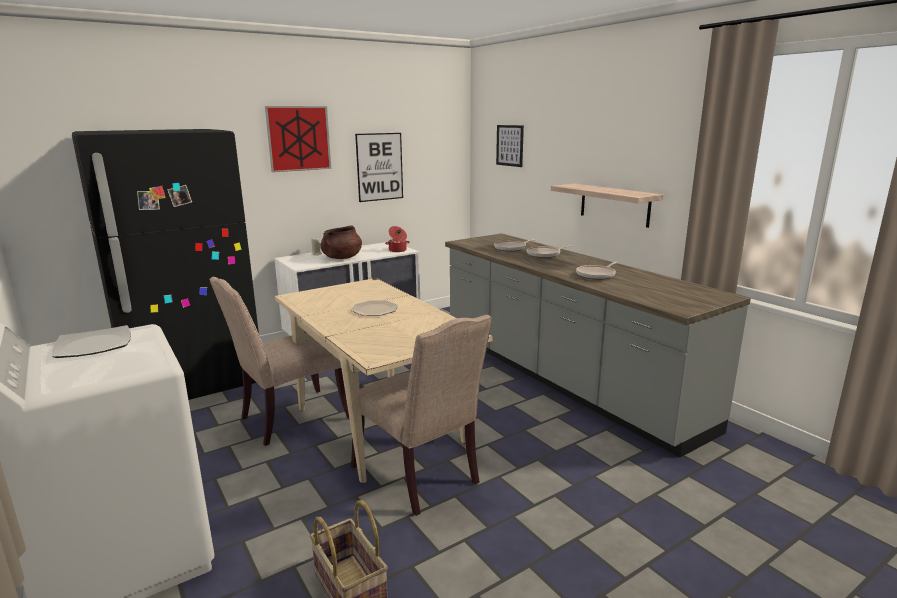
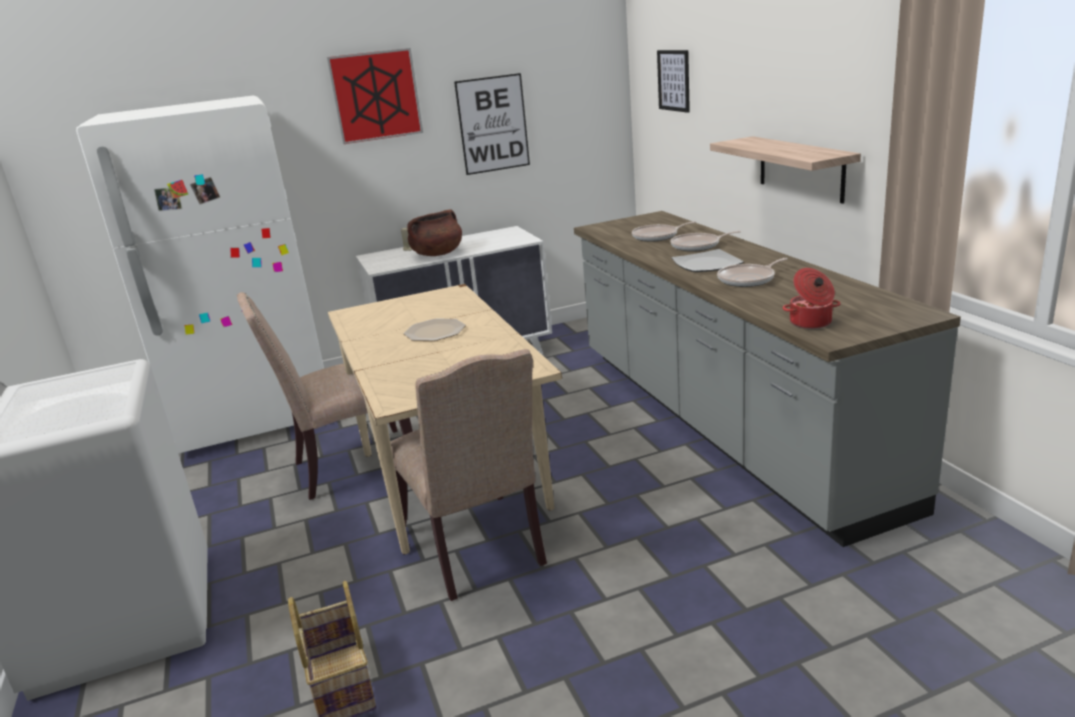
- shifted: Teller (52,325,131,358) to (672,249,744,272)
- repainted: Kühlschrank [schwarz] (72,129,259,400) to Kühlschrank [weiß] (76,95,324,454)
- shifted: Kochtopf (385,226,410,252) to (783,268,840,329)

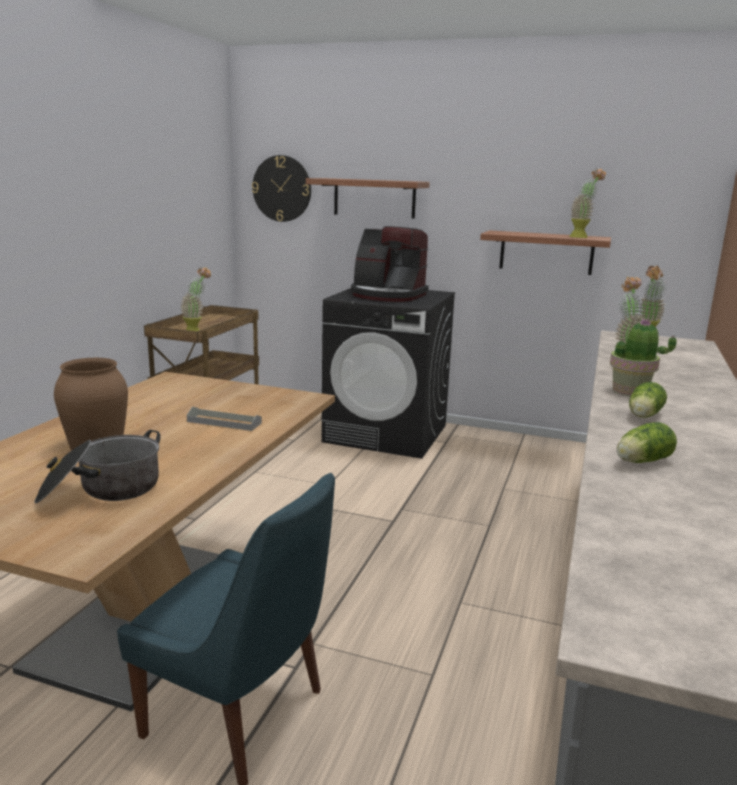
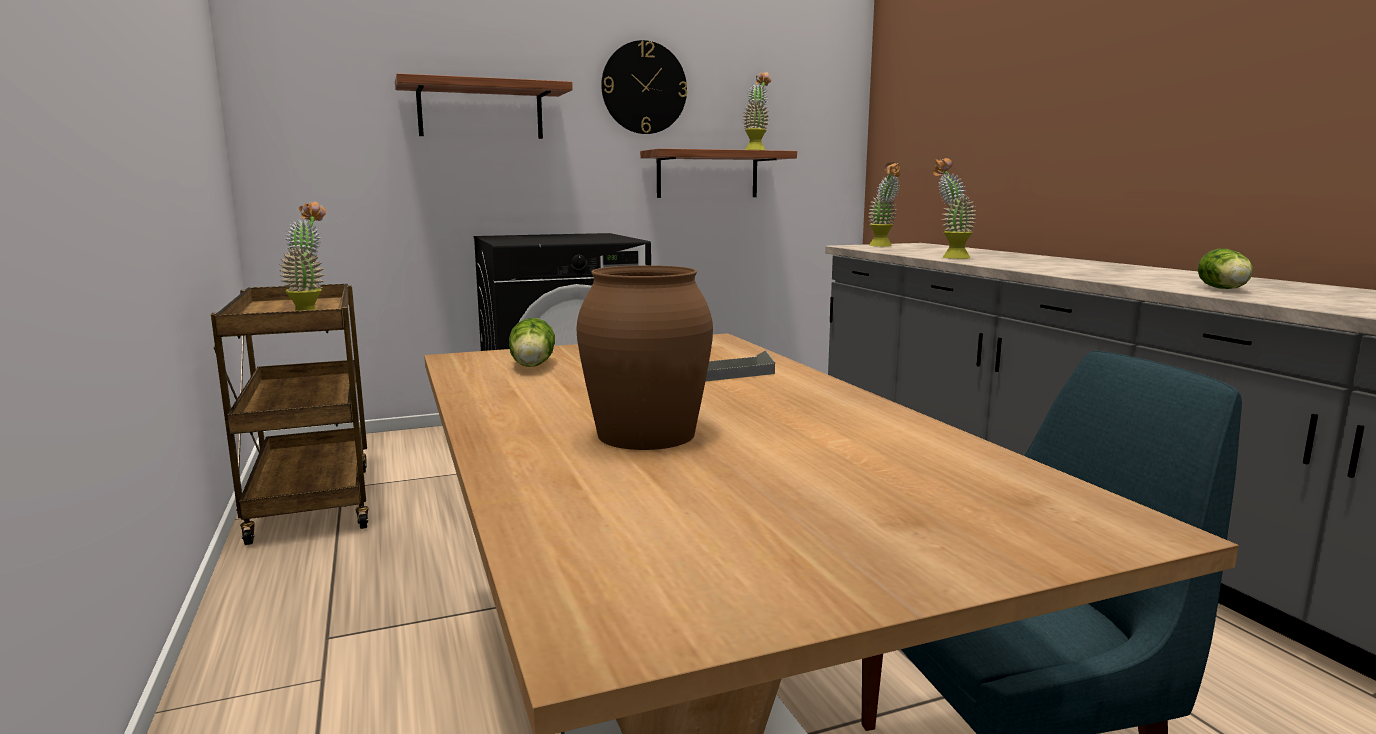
- gone: Kochtopf (34,430,160,503)
- shifted: Wanduhr (252,155,311,222) to (601,40,687,134)
- gone: Kaffeemaschine (351,226,429,302)
- gone: Topfpflanze (610,318,676,396)
- shifted: Salatkopf (629,382,667,418) to (509,318,555,367)

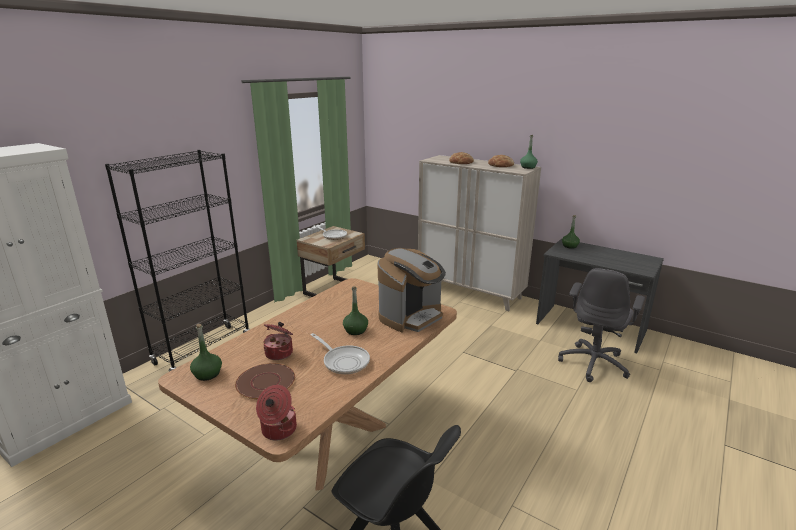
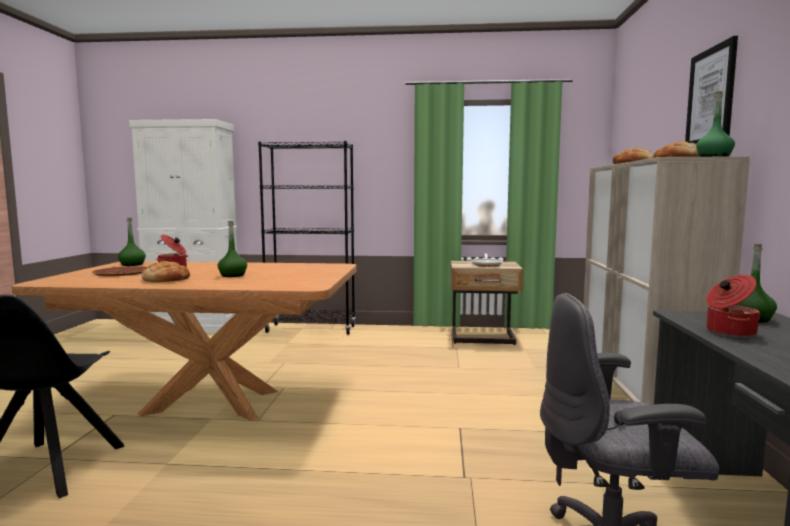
- shifted: Kochtopf (256,385,297,441) to (706,275,760,337)
- swapped: Pfanne (311,333,370,374) to Brot (141,261,190,282)
- gone: Kaffeemaschine (378,248,446,333)
- new: Bild (685,36,738,144)

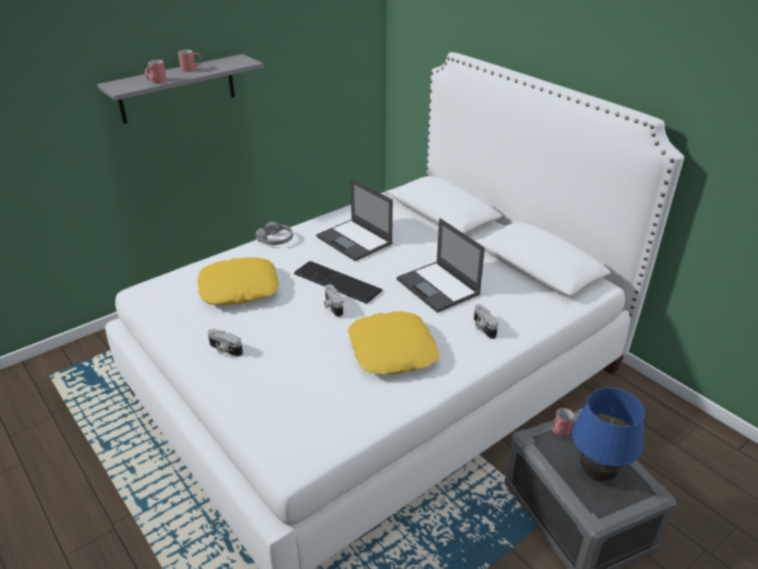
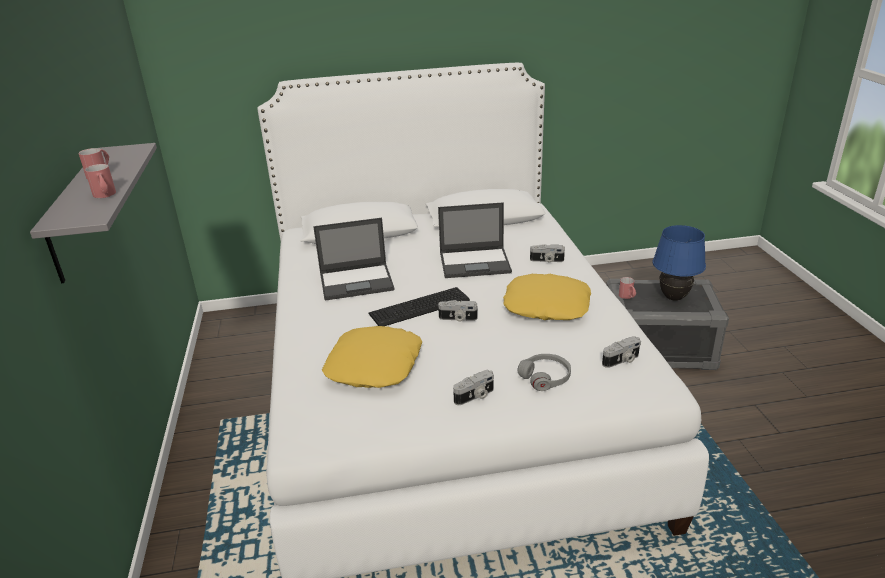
- shifted: Kopfhörer [grau] (255,222,293,245) to (517,354,571,391)
- new: Kamera (602,336,641,368)

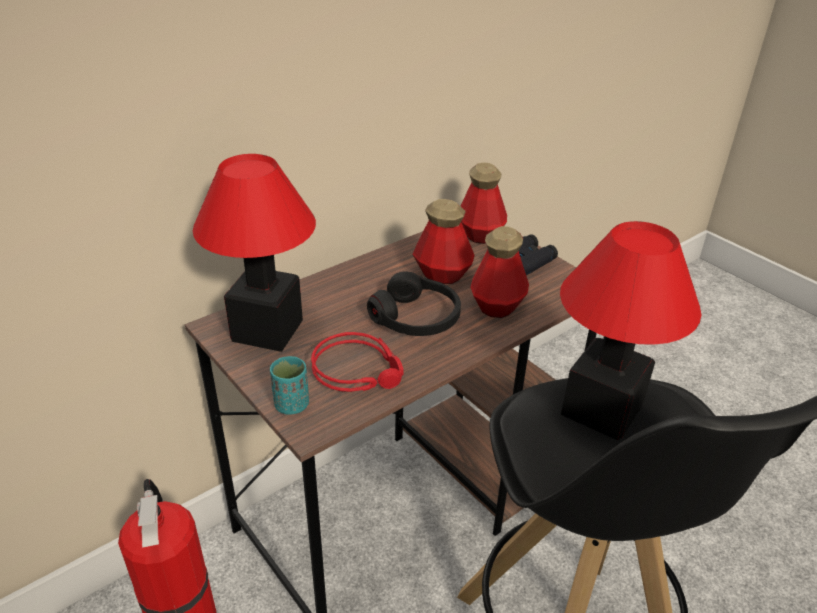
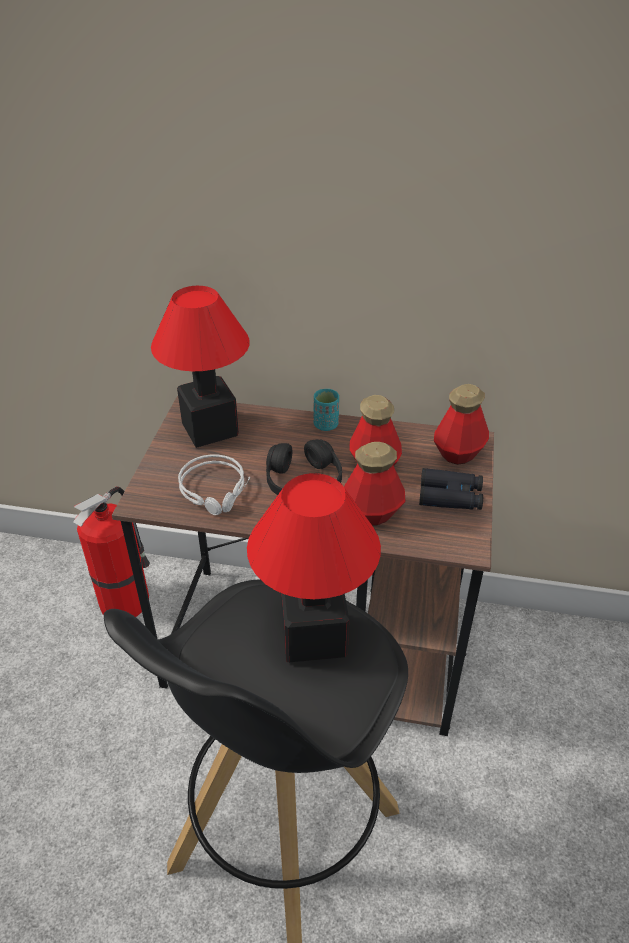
- shifted: Tasse [türkis] (270,356,309,415) to (314,389,339,431)
- repainted: Kopfhörer [rot] (311,332,404,392) to Kopfhörer [grau] (178,454,250,515)

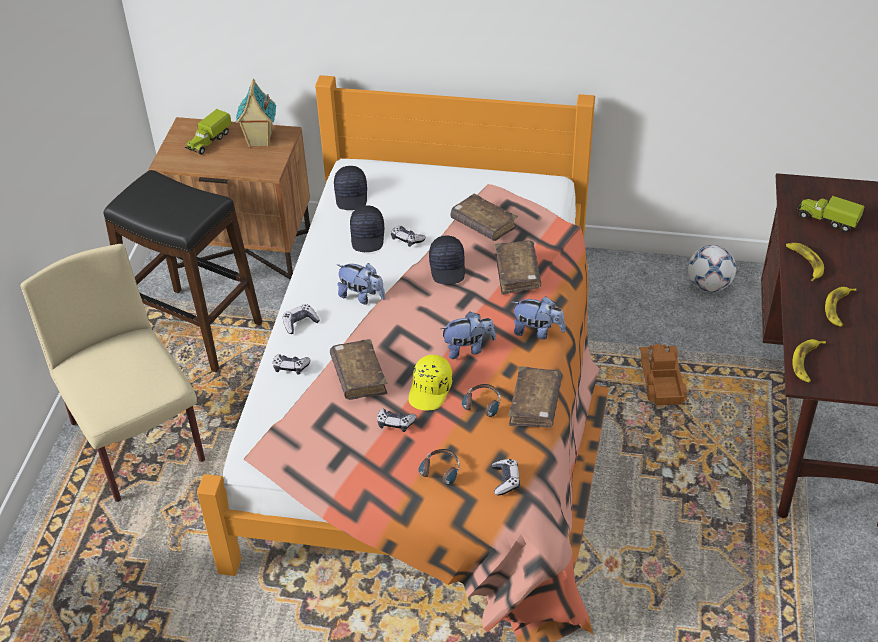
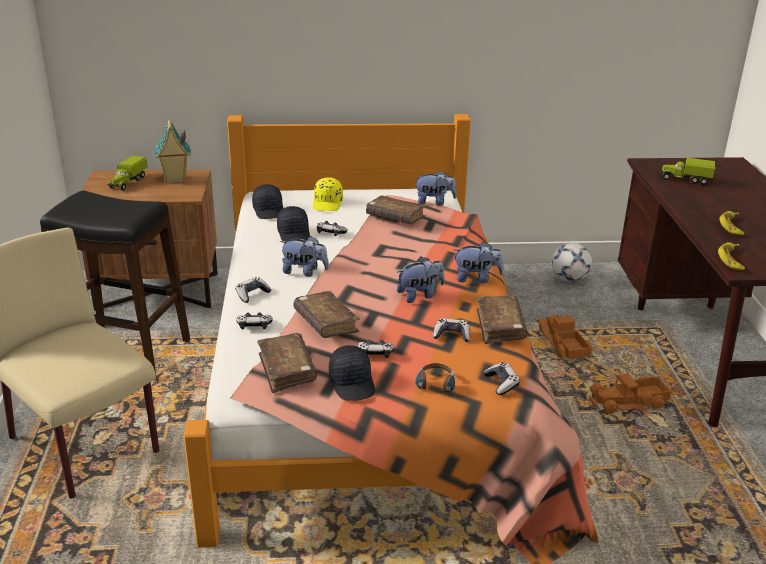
- shifted: Kappe [gelb] (409,354,453,411) to (313,177,343,211)
- shifted: Kappe [schwarz] (429,236,465,285) to (329,345,375,401)
- swapped: Kopfhörer (462,384,500,417) to Gamepad (433,318,470,342)
- shifted: Buch [braun] (495,240,541,295) to (257,333,317,393)
- gone: Banane (786,243,824,281)
- new: Plüschtier (414,170,457,206)
- new: Spielzeuglaster (589,373,672,414)

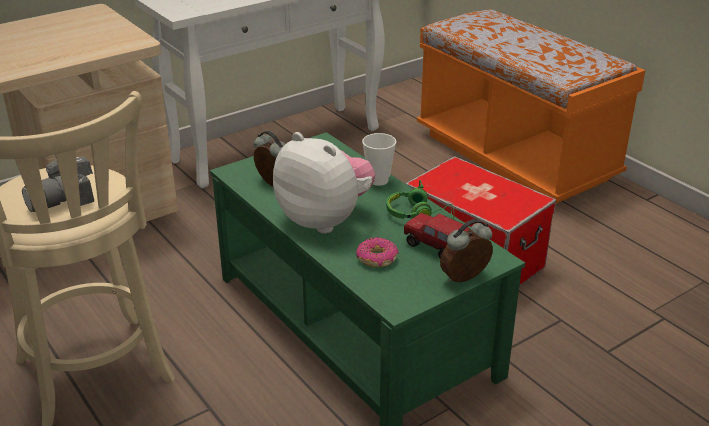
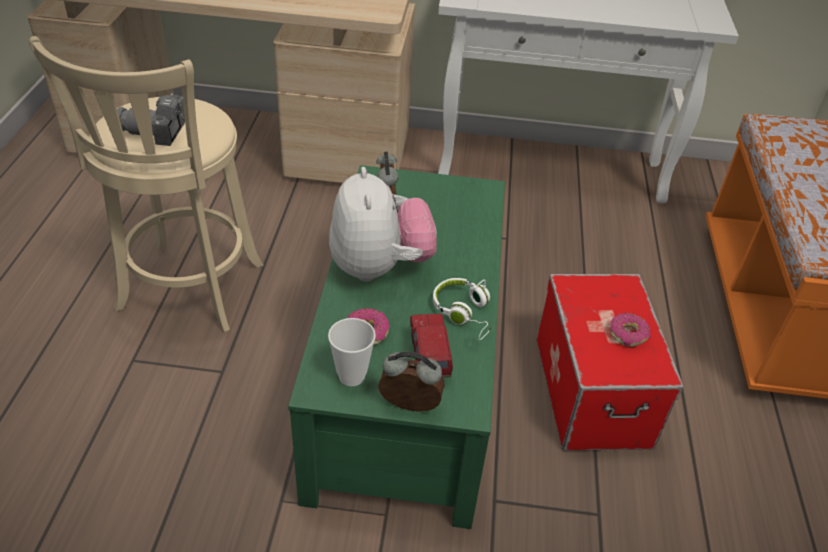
- shifted: Tasse (362,133,396,186) to (328,318,376,386)
- repainted: Kopfhörer [grün] (386,180,454,219) to Kopfhörer [weiß] (433,278,493,340)
- new: Donut (609,313,651,347)

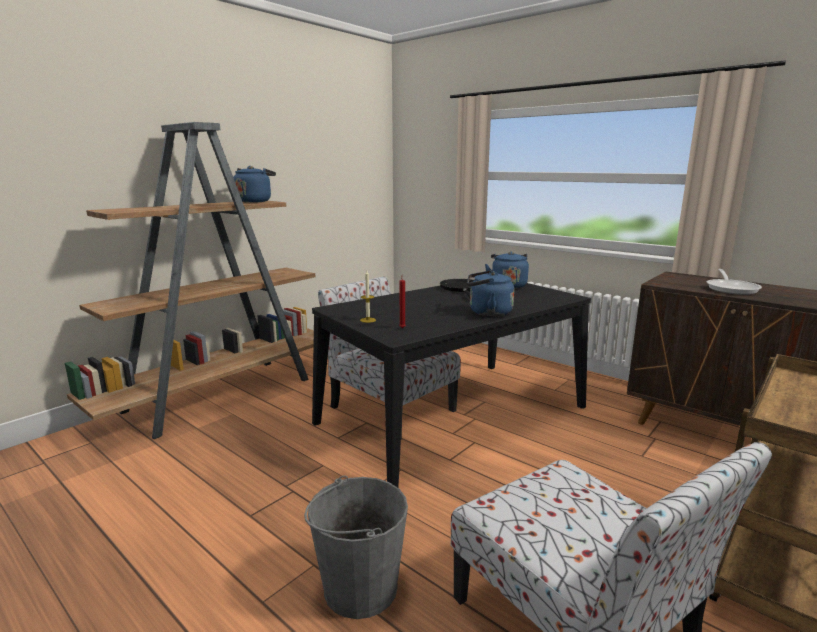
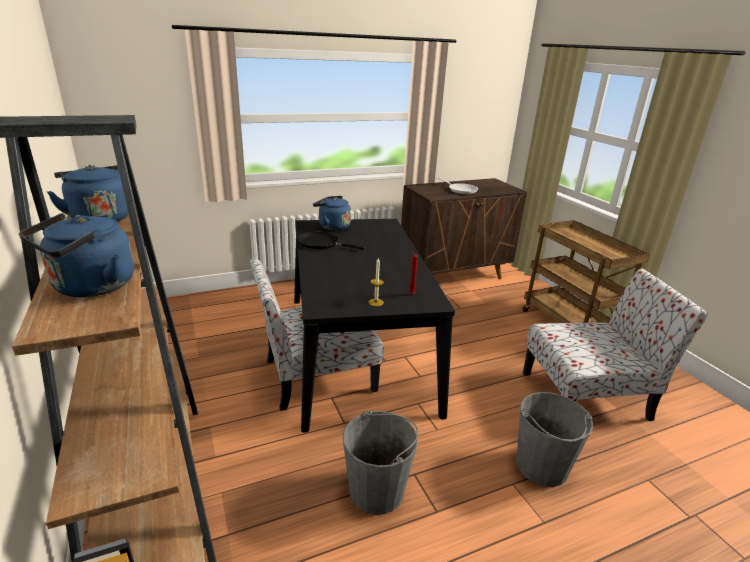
- shifted: Wasserkessel [blau] (467,270,514,317) to (19,213,134,297)
- new: Eimer [grau] (343,410,419,515)

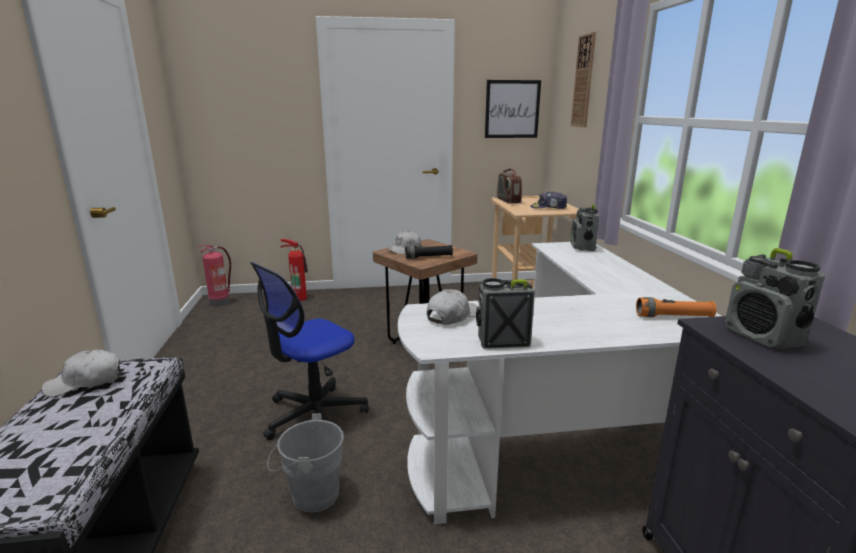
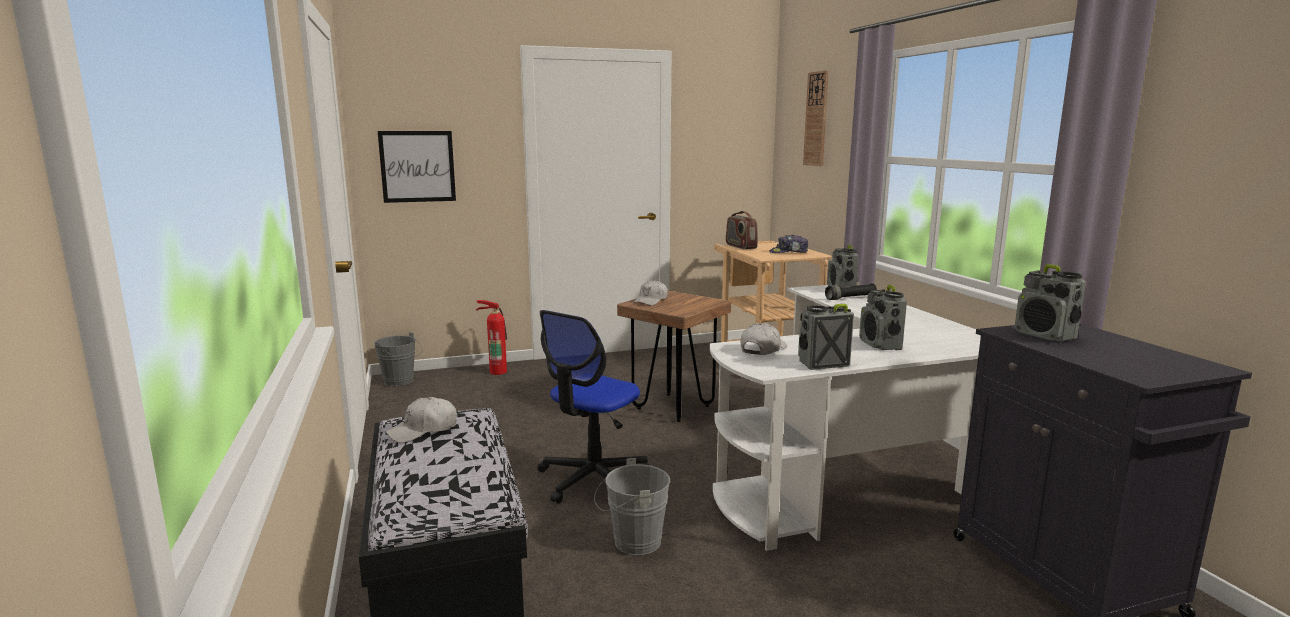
- swapped: Feuerlöscher (199,245,231,307) to Eimer [grau] (374,332,422,386)
- shifted: Taschenlampe [schwarz] (405,245,453,259) to (825,283,877,300)
- shifted: Bild (485,80,541,138) to (378,131,456,203)
- gone: Taschenlampe [orange] (636,297,716,317)
- new: Radio (859,285,907,350)

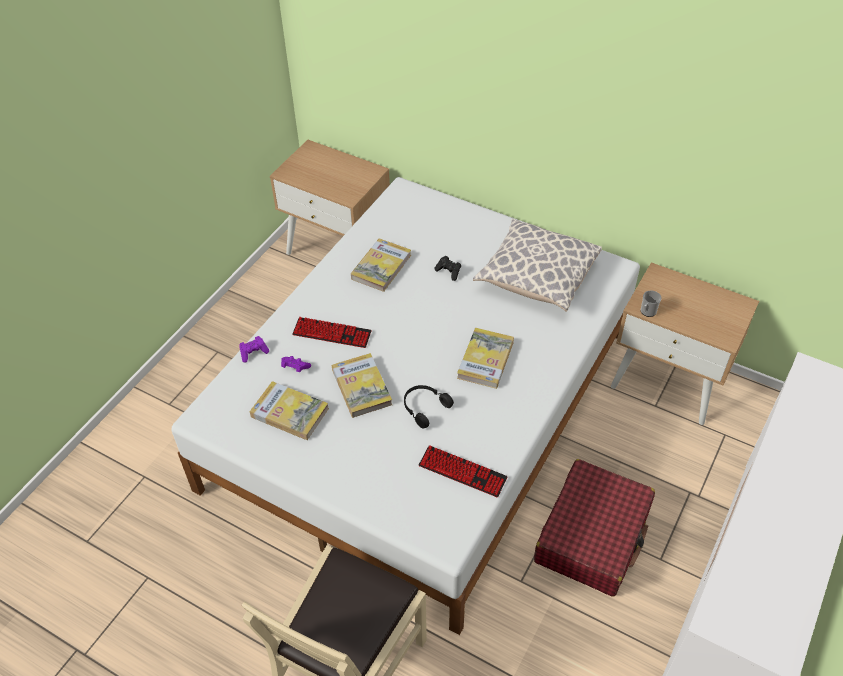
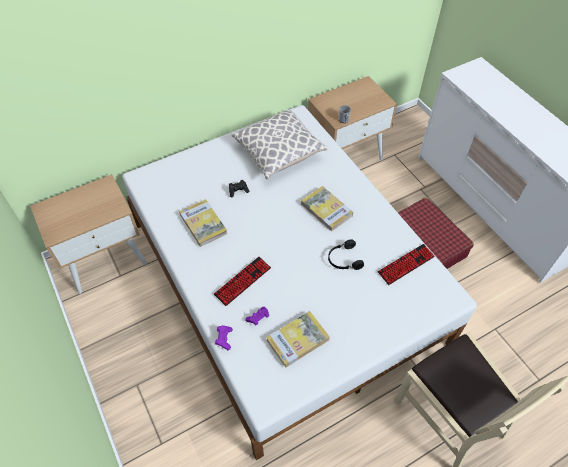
- gone: Buch (332,353,392,418)

